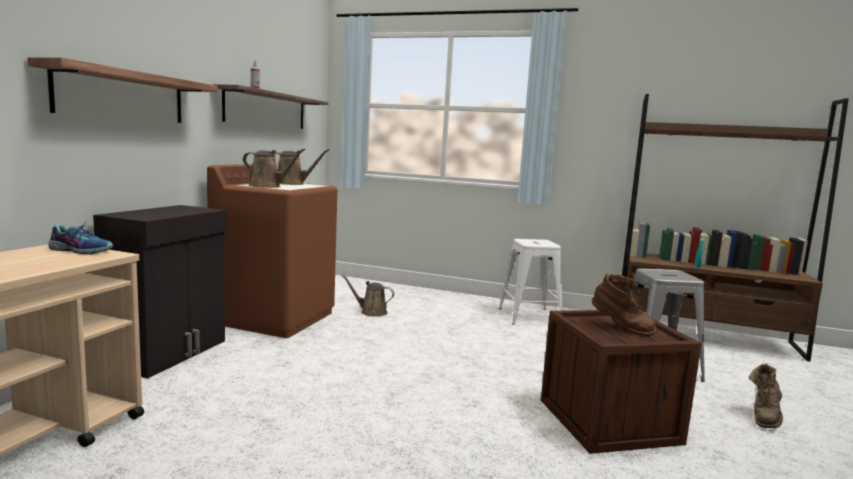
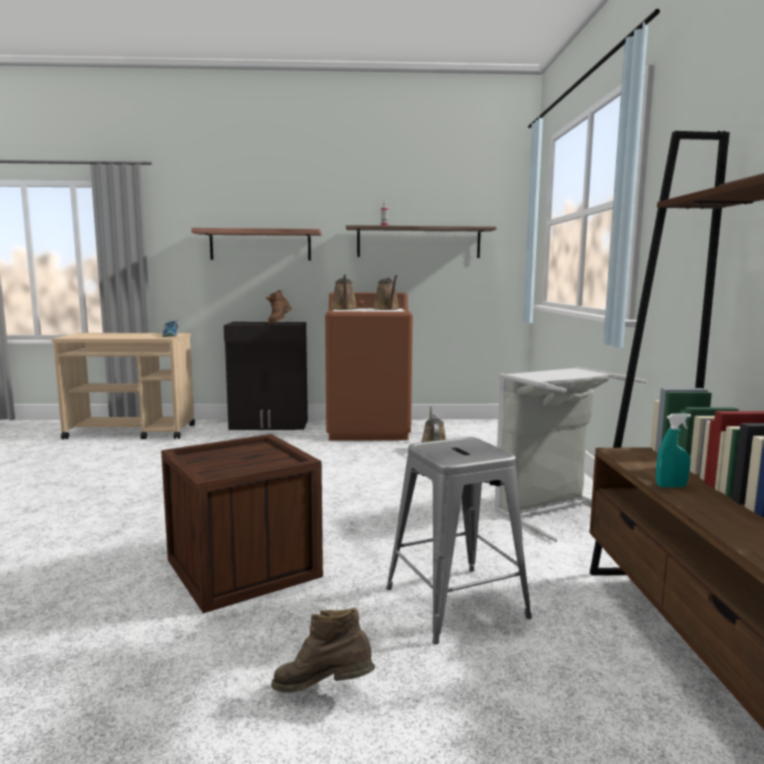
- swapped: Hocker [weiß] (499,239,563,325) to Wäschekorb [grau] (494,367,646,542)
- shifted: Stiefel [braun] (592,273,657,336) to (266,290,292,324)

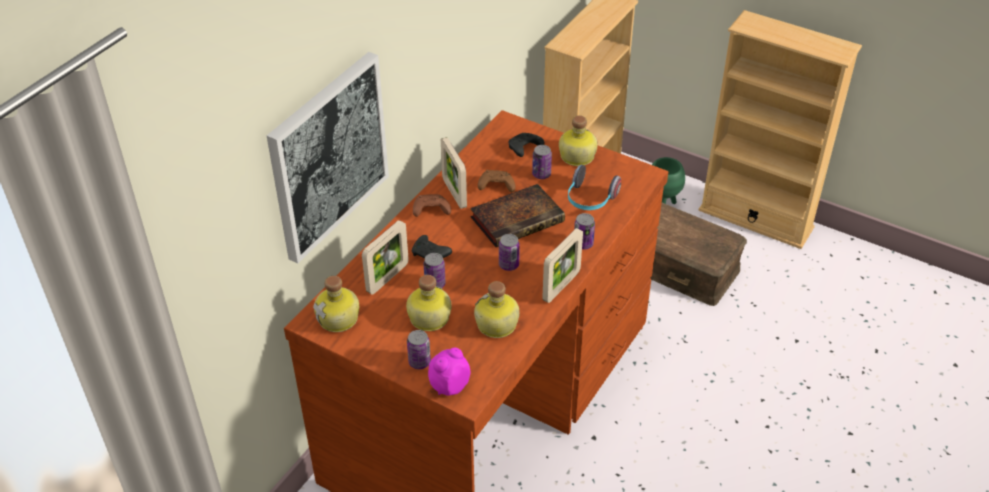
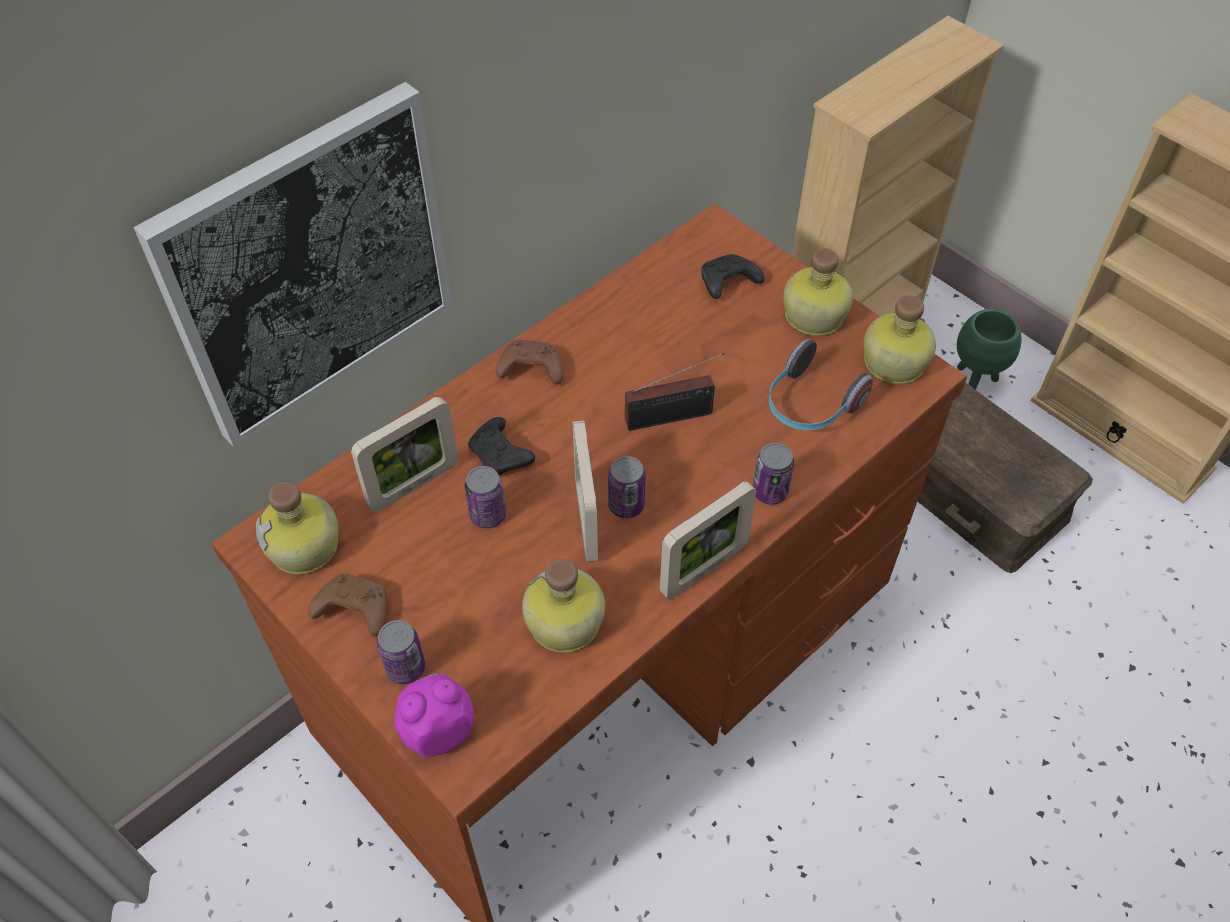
- shifted: Flasche (406,275,451,331) to (863,295,936,384)
- shifted: Bilderrahmen (441,137,467,209) to (573,420,598,562)
- swapped: Buch (470,184,565,247) to Radio (625,353,725,431)
- shifted: Gamepad [braun] (478,170,516,192) to (308,574,387,636)
- gone: Dose (532,145,552,179)

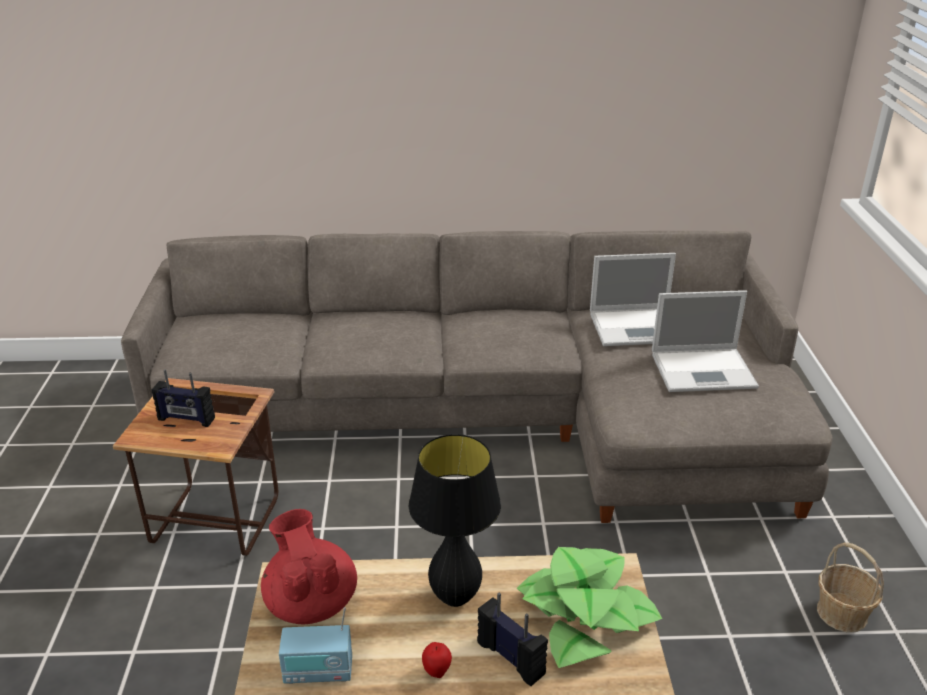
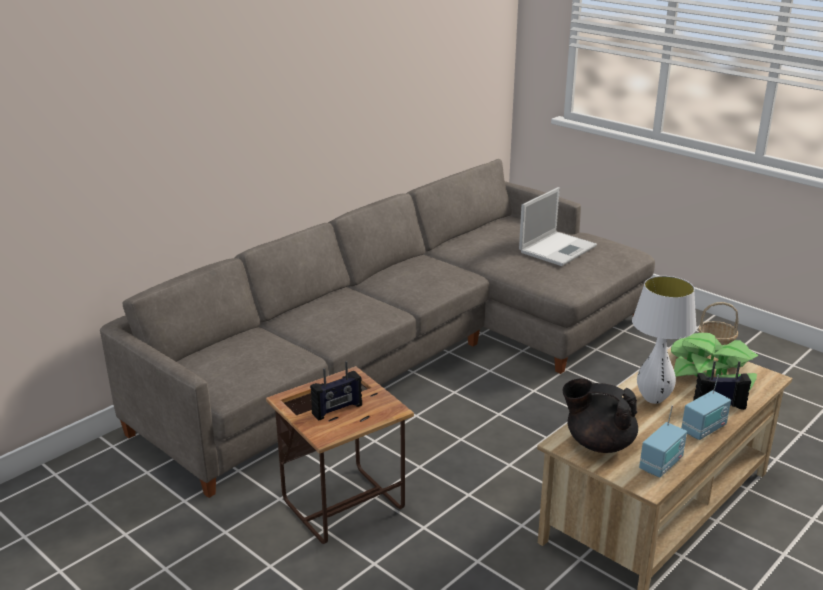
- repainted: Teekanne [rot] (261,509,357,624) to Teekanne [schwarz] (562,379,638,453)
- repainted: Tischlampe [schwarz] (409,434,501,607) to Tischlampe [weiß] (632,276,697,404)
- swapped: Apfel (422,642,452,678) to Radio (681,374,731,440)
- gone: Laptop (590,253,676,346)

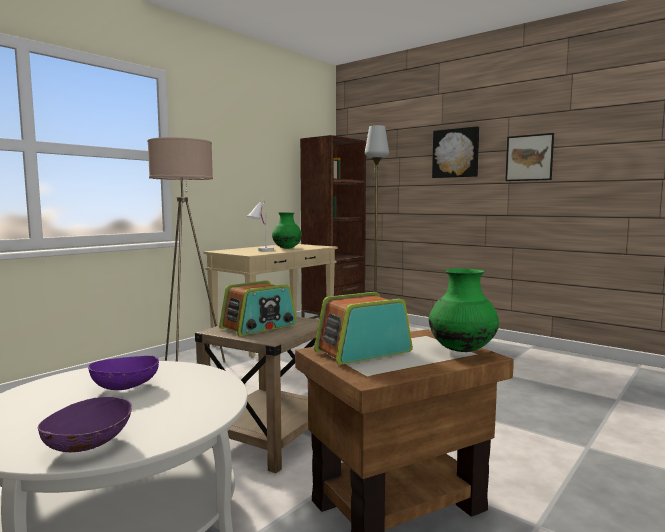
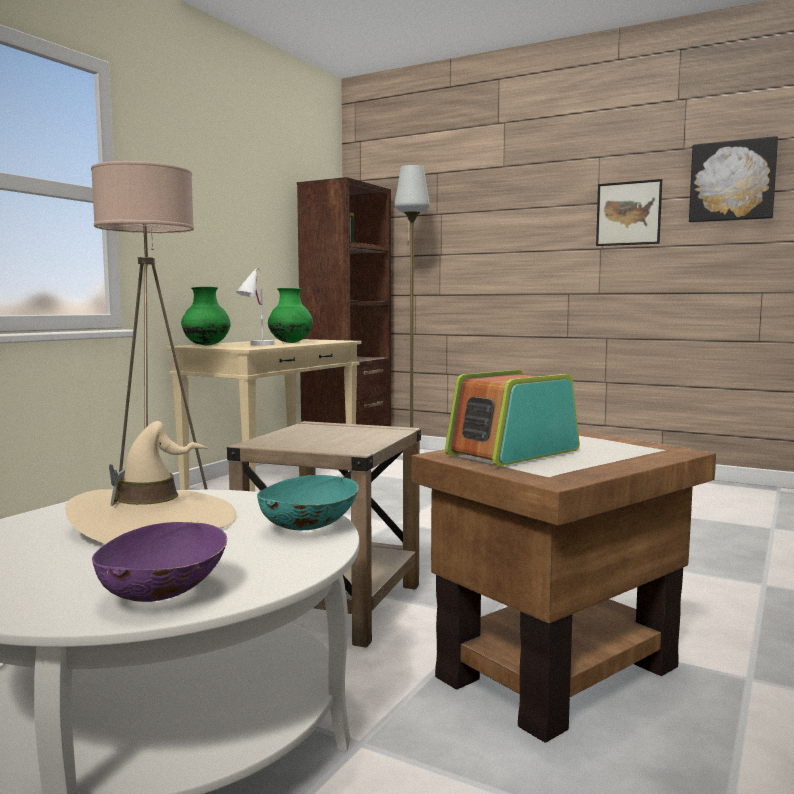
- swapped: Schüssel [lila] (88,355,159,390) to Hut [beige] (66,421,236,544)
- gone: Radio (219,280,297,336)
- shifted: Vase [grün] (429,268,499,352) to (181,287,231,346)
- shifted: Bild (432,126,479,178) to (689,136,778,223)
- new: Schüssel [türkis] (257,475,359,530)

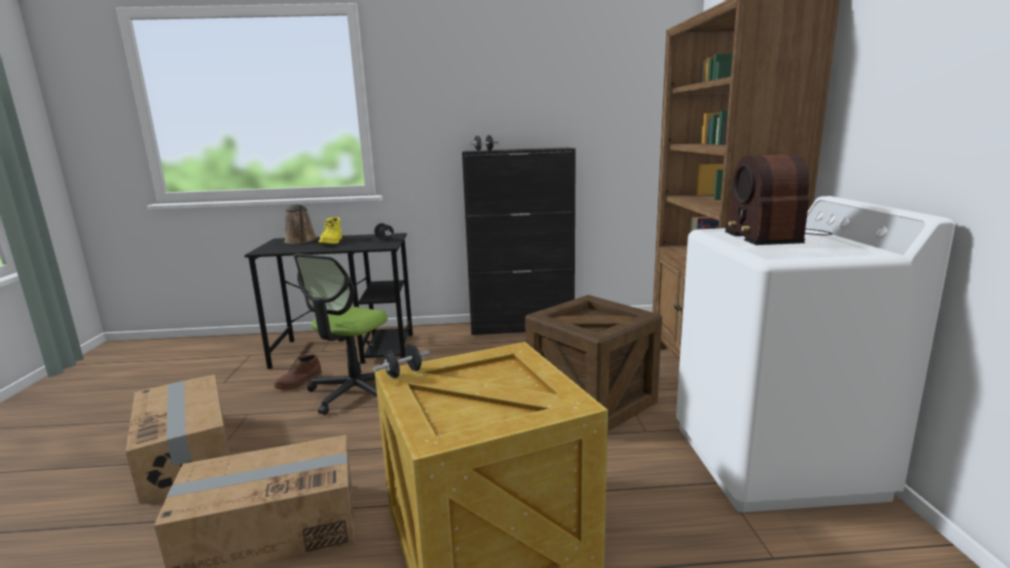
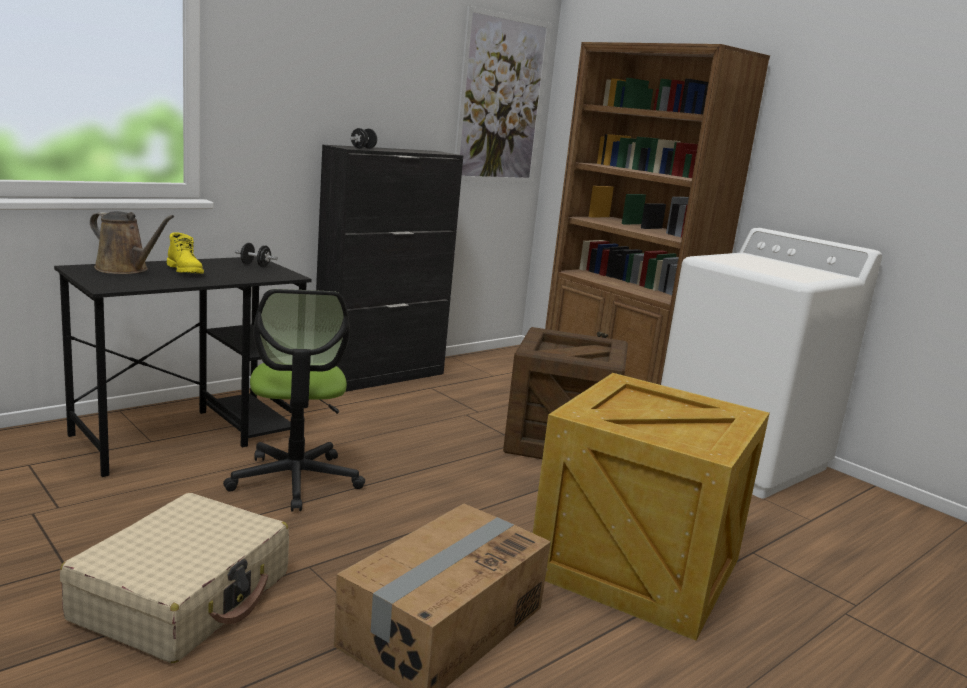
- swapped: Karton (126,374,230,503) to Koffer [beige] (60,493,289,664)
- gone: Stiefel [braun] (274,354,322,389)
- gone: Hantel [schwarz] (373,344,430,378)
- gone: Radio (725,154,832,245)
- new: Bild (455,6,551,183)

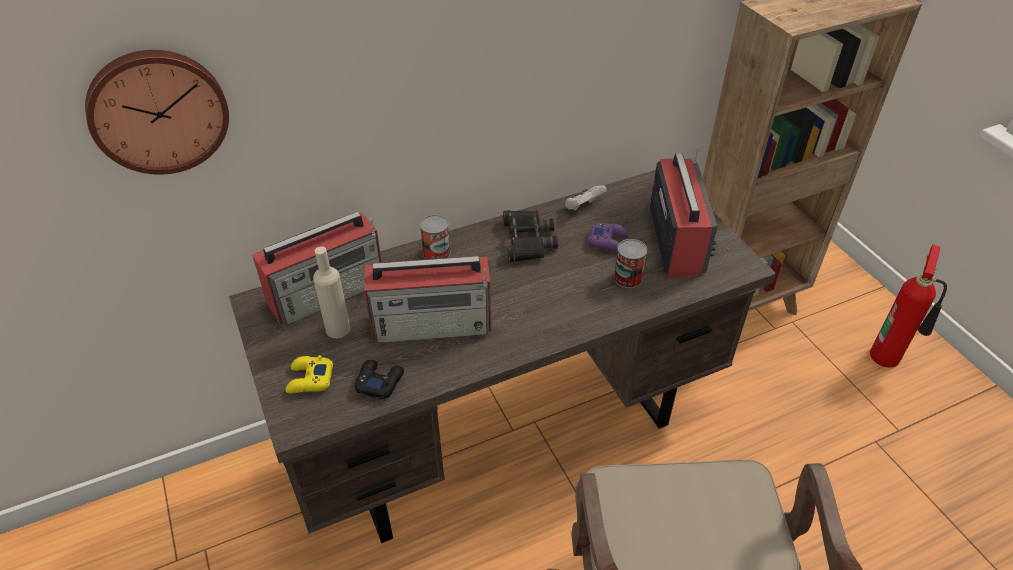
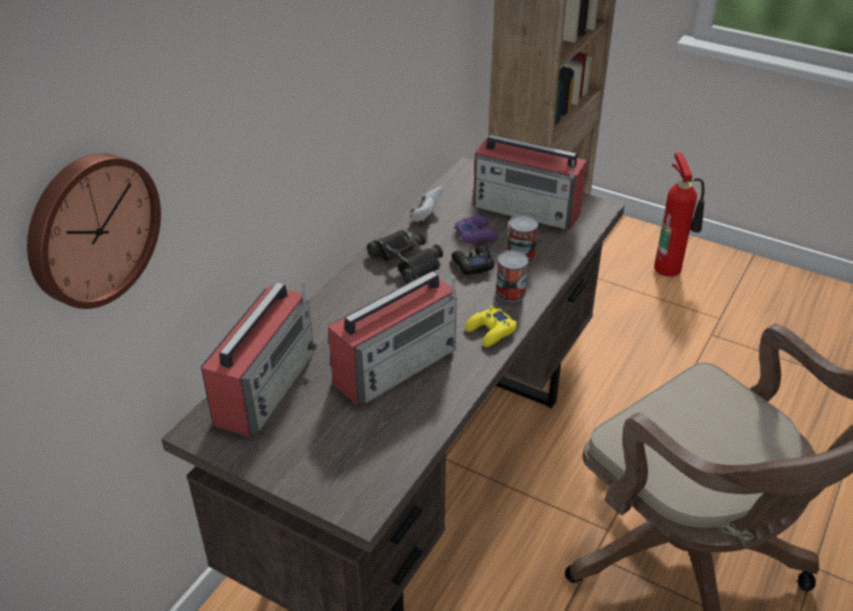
- shifted: Gamepad [gelb] (286,355,333,393) to (465,306,517,347)
- gone: Flasche [beige] (313,246,350,338)
- shifted: Gamepad [schwarz] (355,360,404,399) to (451,246,494,275)
- shifted: Dose (420,215,450,259) to (496,250,529,302)
- rotated: Radio (650,147,718,277) = (473,134,587,230) 150 degrees clockwise

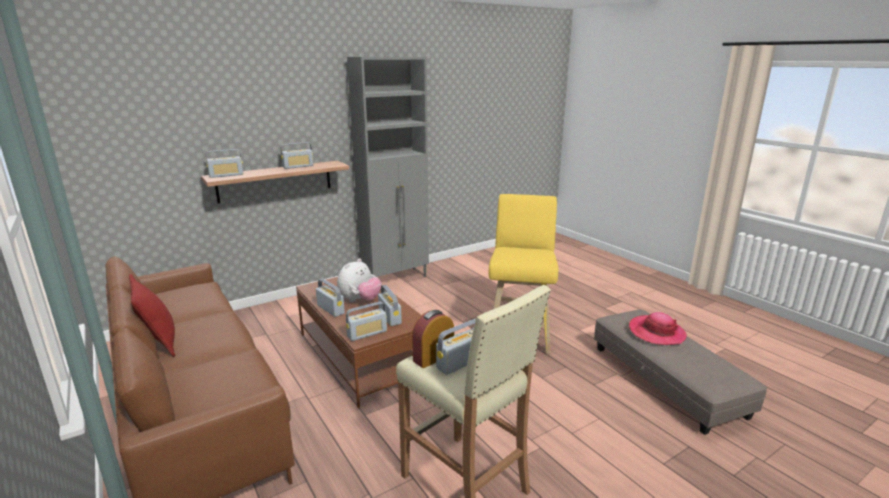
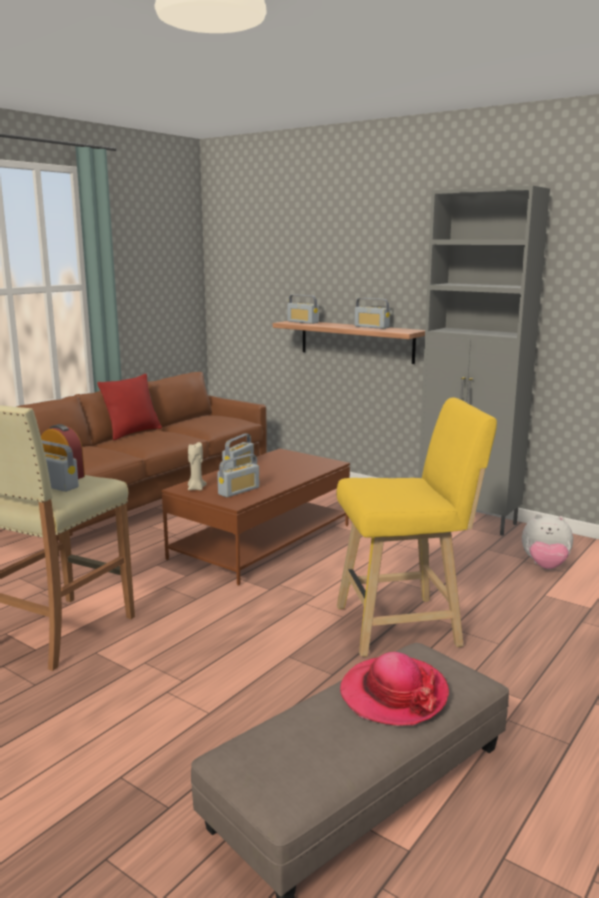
- shifted: Plüschtier (337,258,382,302) to (522,514,573,569)
- swapped: Radio (346,302,387,341) to Kerze [beige] (188,442,207,491)

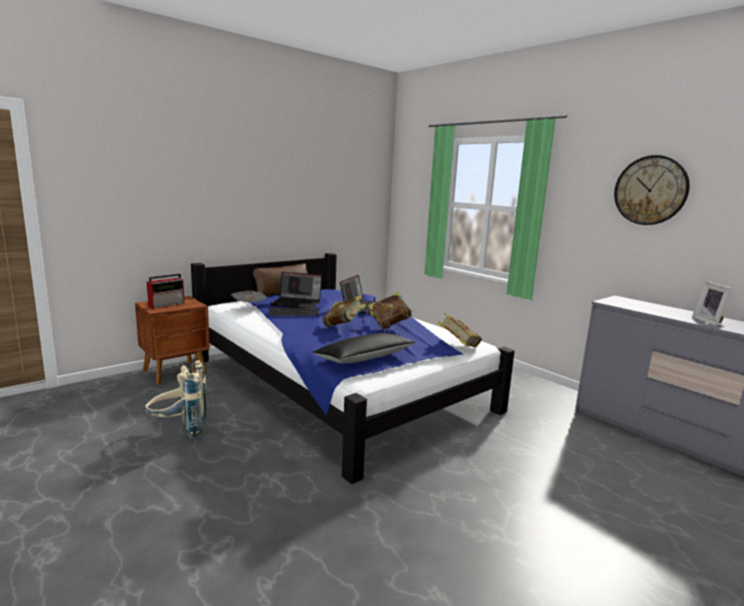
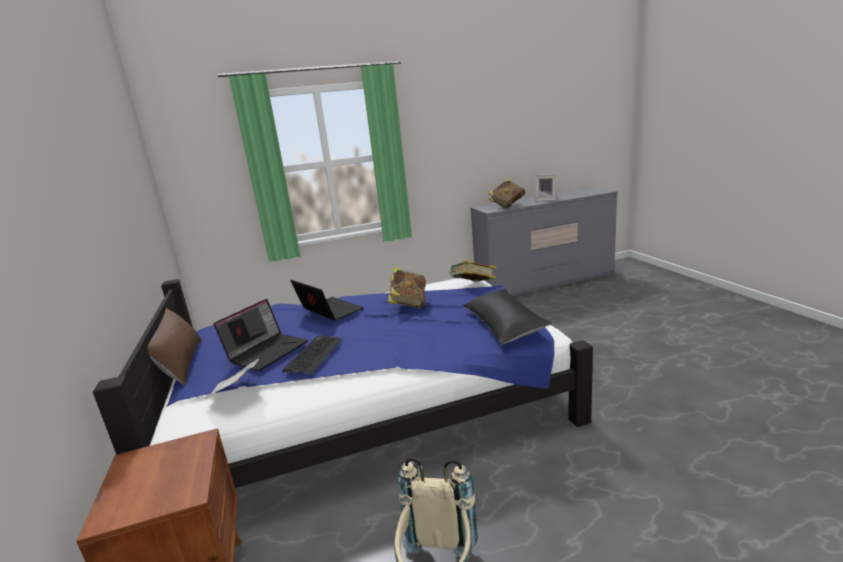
- gone: Radio (147,274,185,309)
- shifted: Buch (323,296,366,327) to (488,178,525,209)
- gone: Wanduhr (614,155,690,225)

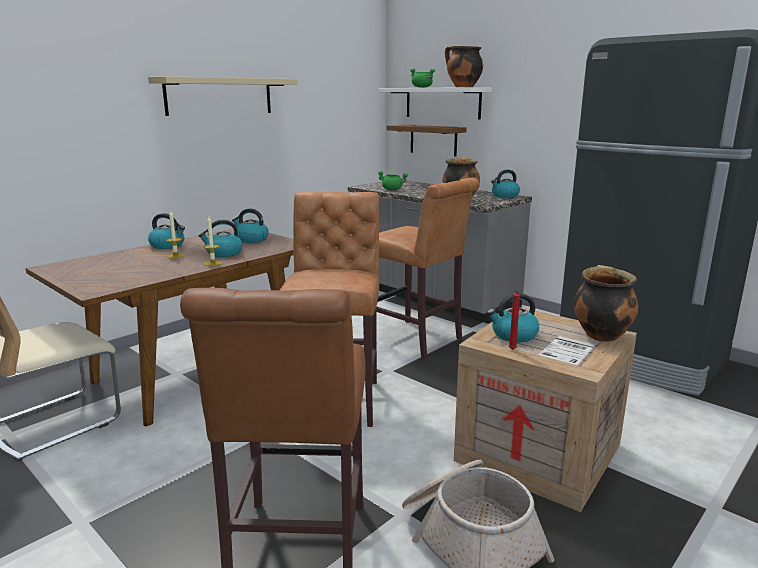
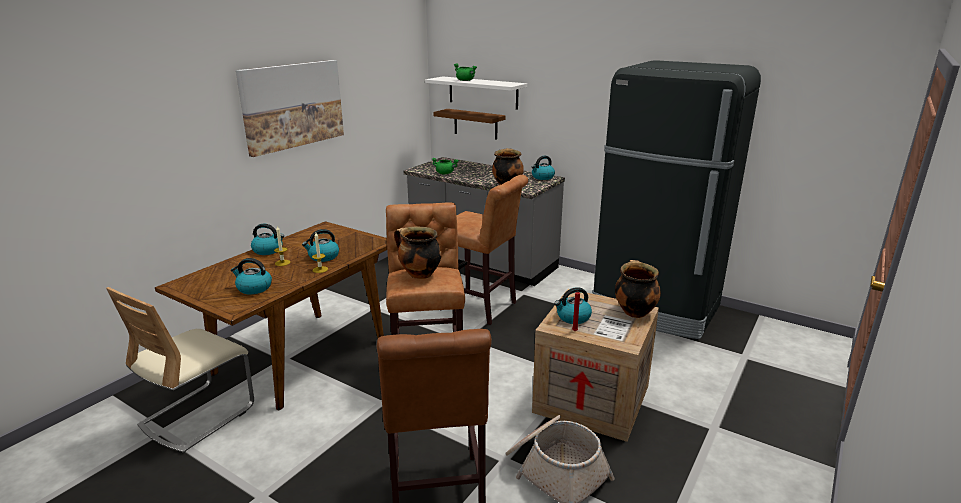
- swapped: Wandregal [beige] (148,76,298,116) to Bild (236,60,344,157)
- shifted: Wasserkessel (232,209,269,243) to (231,258,272,294)
- shifted: Kochtopf (445,46,483,87) to (394,226,442,279)

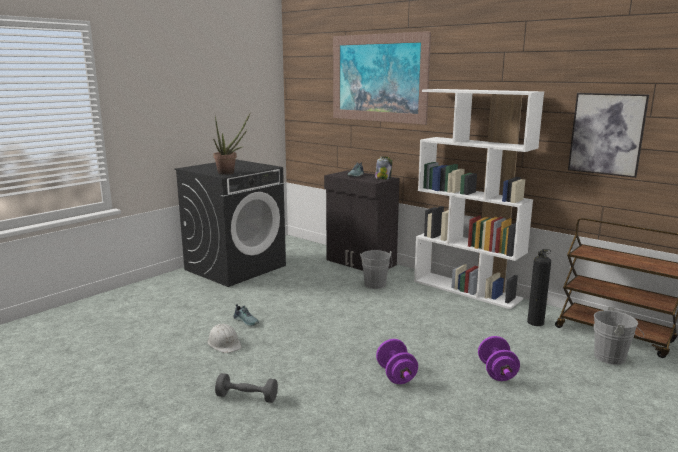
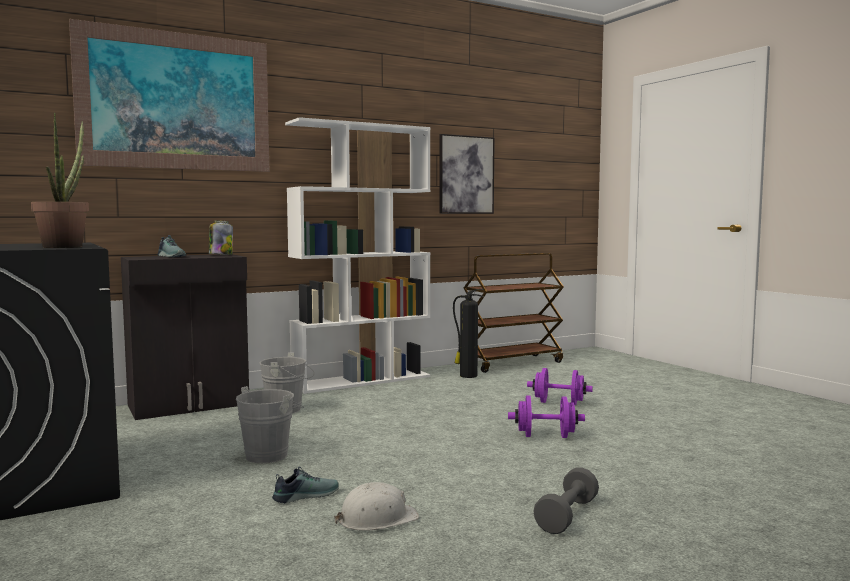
- shifted: Eimer [grau] (594,307,644,365) to (236,386,304,463)

